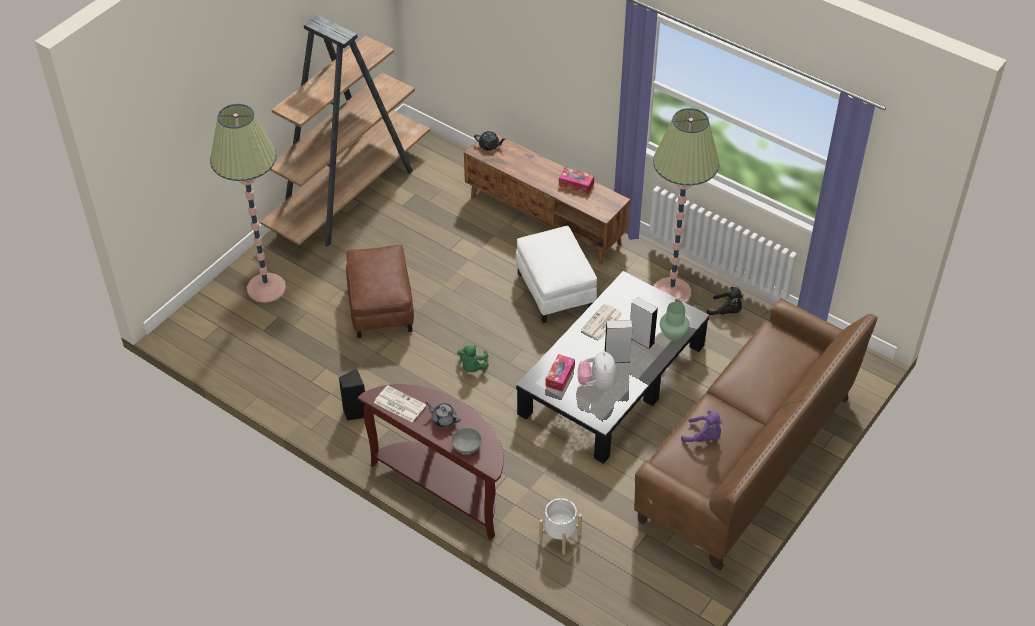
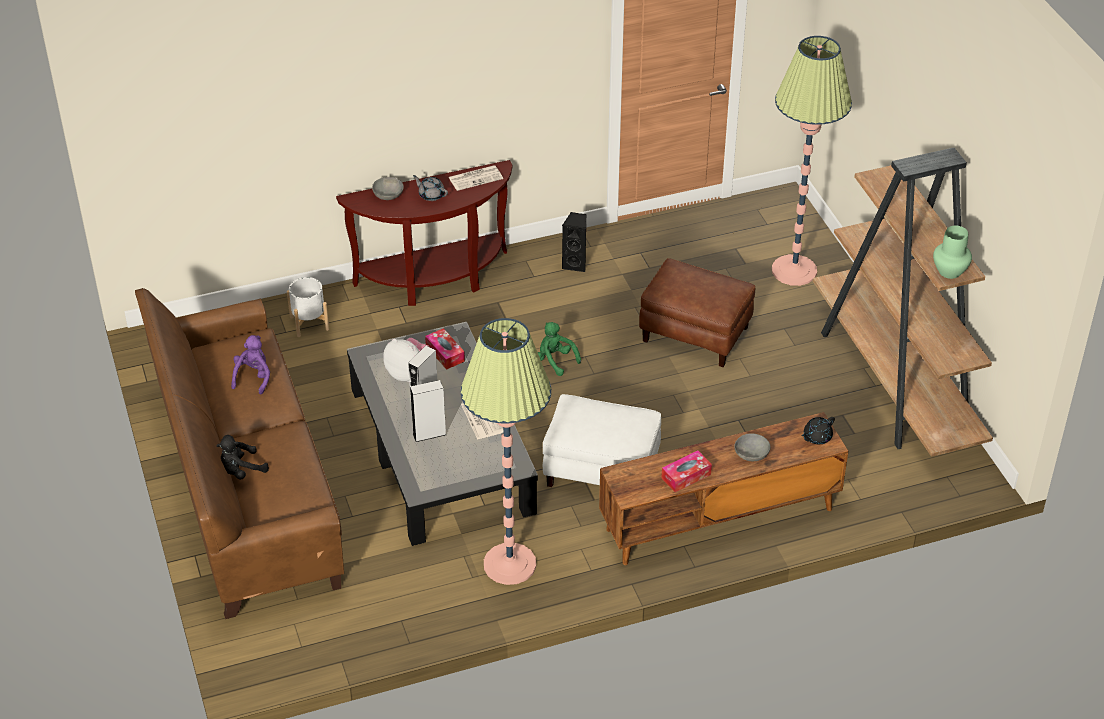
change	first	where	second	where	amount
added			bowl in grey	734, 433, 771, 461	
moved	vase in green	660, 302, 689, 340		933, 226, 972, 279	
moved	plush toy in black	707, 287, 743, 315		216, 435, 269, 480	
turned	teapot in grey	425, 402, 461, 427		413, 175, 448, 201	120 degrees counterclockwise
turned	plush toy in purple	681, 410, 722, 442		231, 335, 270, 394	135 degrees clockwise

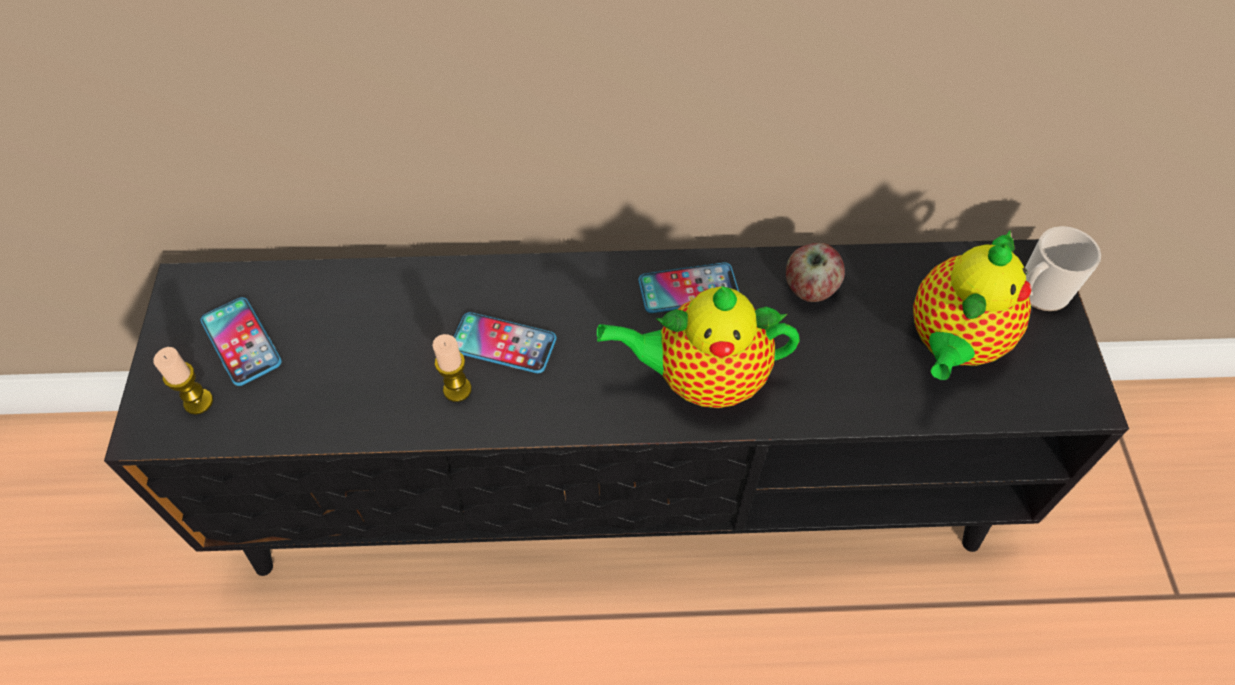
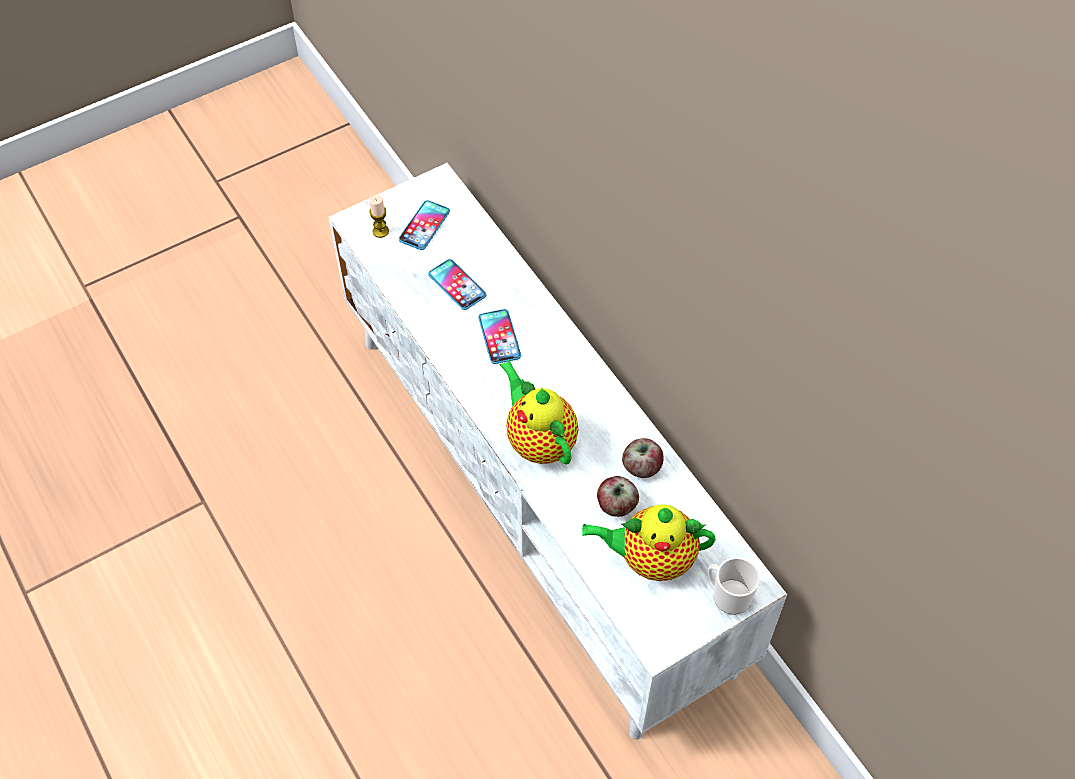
change	first	where	second	where	amount
removed	candle	432, 334, 472, 402			
added			apple	597, 476, 639, 517	
moved	phone	638, 262, 739, 313		428, 259, 486, 310	
recoloured	tv stand in black	104, 239, 1129, 576	tv stand in white	329, 163, 787, 740	

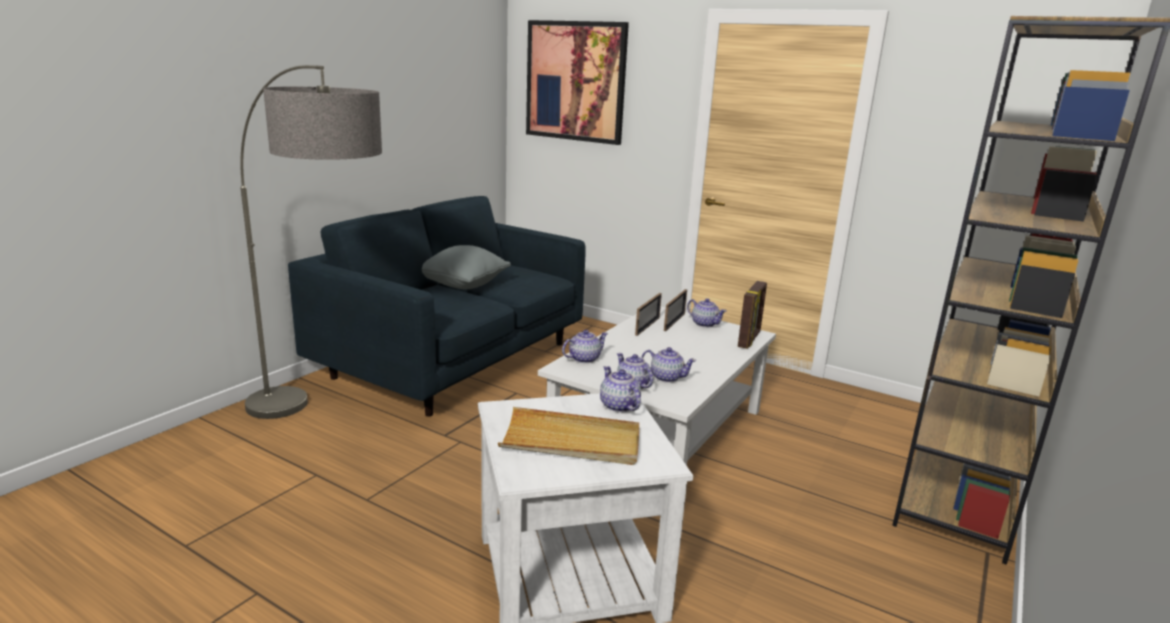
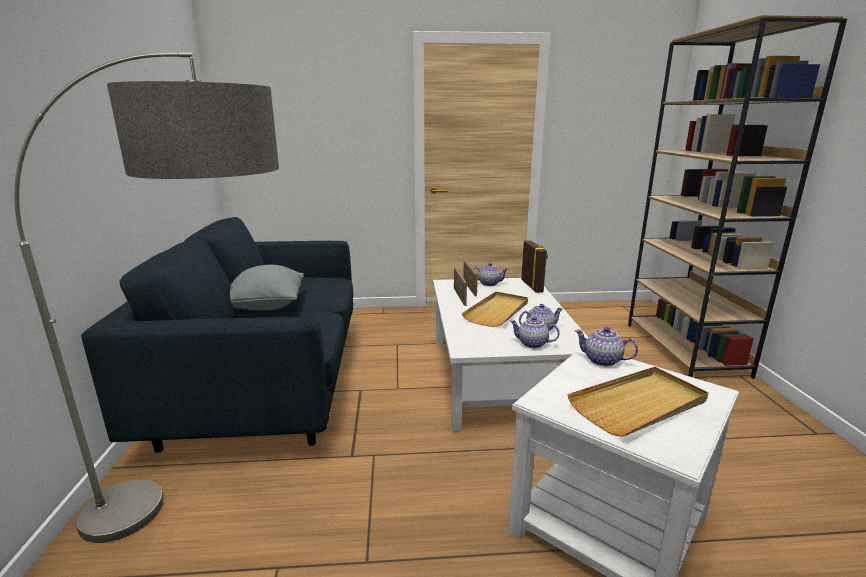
change	first	where	second	where	amount
removed	picture	526, 20, 629, 145			
removed	teapot	562, 330, 608, 363			
added			tray in beige	462, 292, 528, 327	

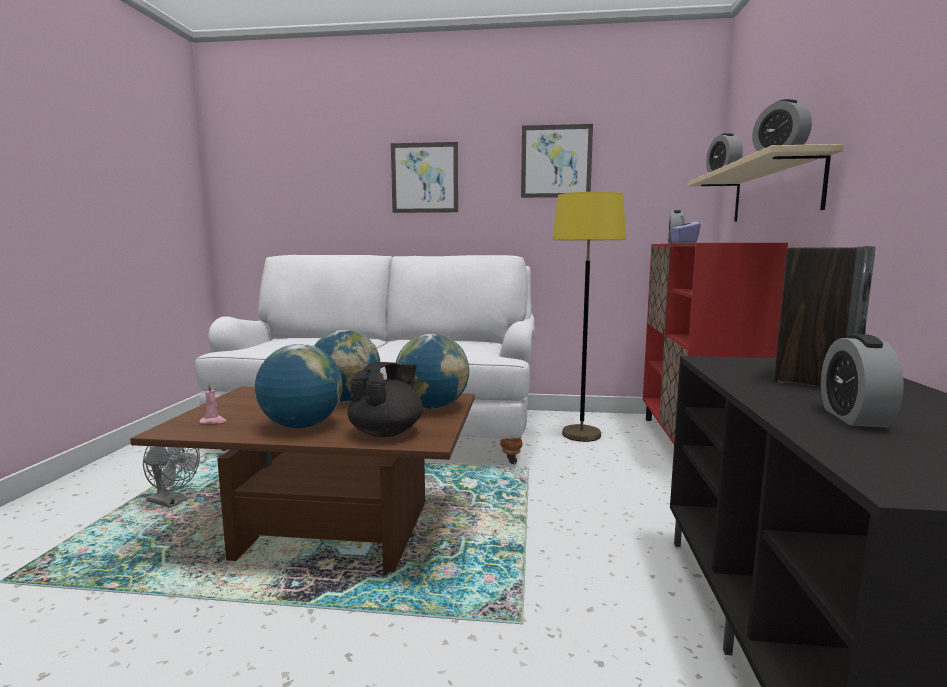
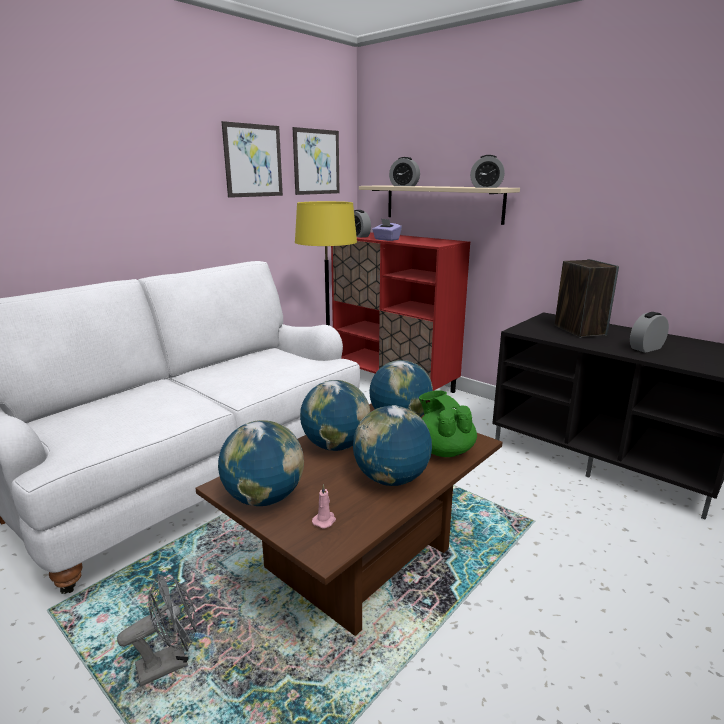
change	first	where	second	where	amount
added			globe	218, 420, 304, 506	
moved	picture	391, 142, 458, 213		292, 127, 340, 195	
recoloured	teapot in black	348, 362, 423, 437	teapot in green	419, 390, 477, 457	
turned	alarm clock	821, 334, 904, 428		630, 312, 669, 353	105 degrees clockwise

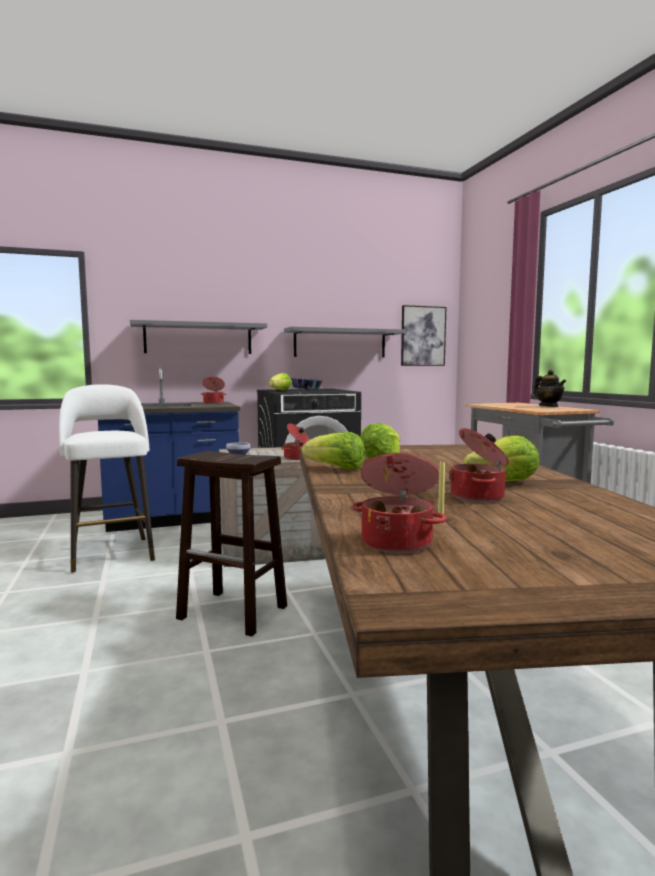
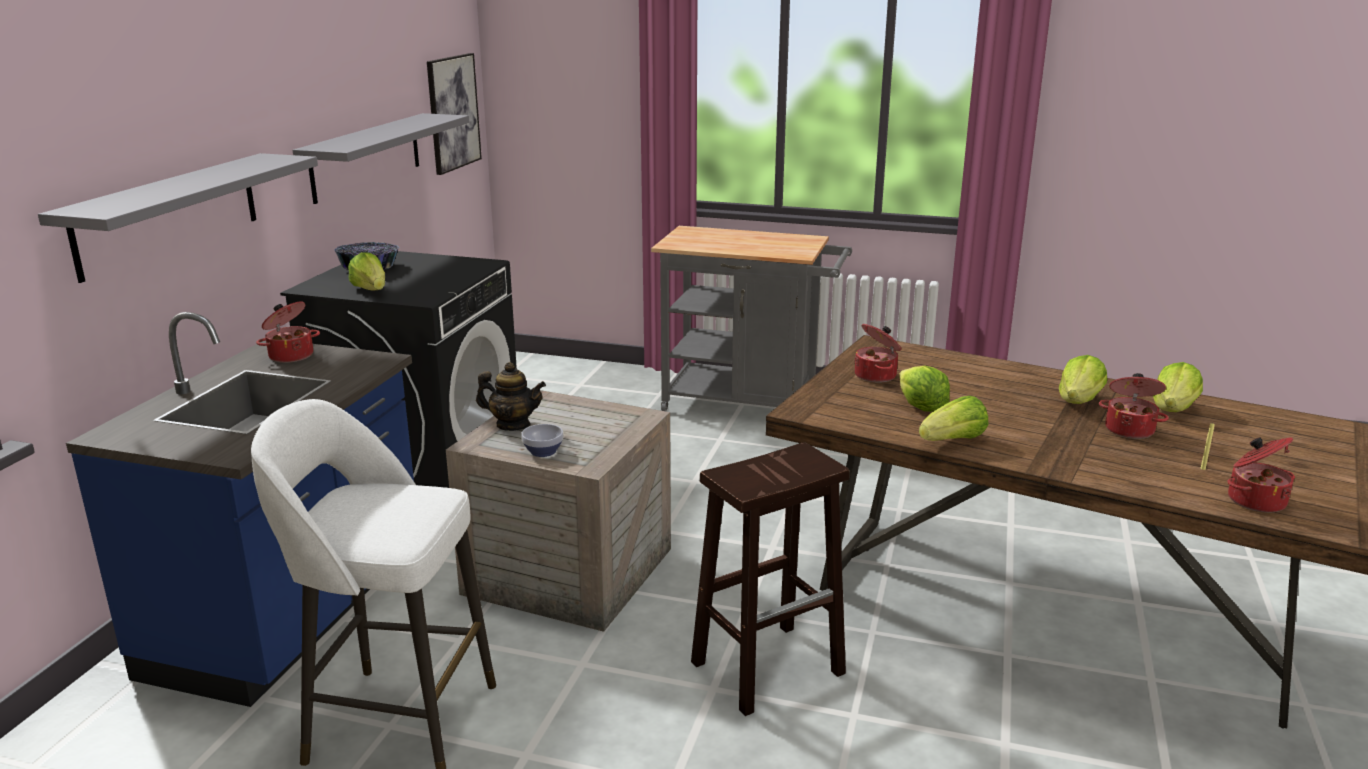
change	first	where	second	where	amount
added			lettuce	1153, 362, 1203, 412	
moved	cooking pot	281, 424, 310, 460		854, 324, 901, 383	
moved	teapot	534, 370, 566, 407		476, 362, 546, 431	

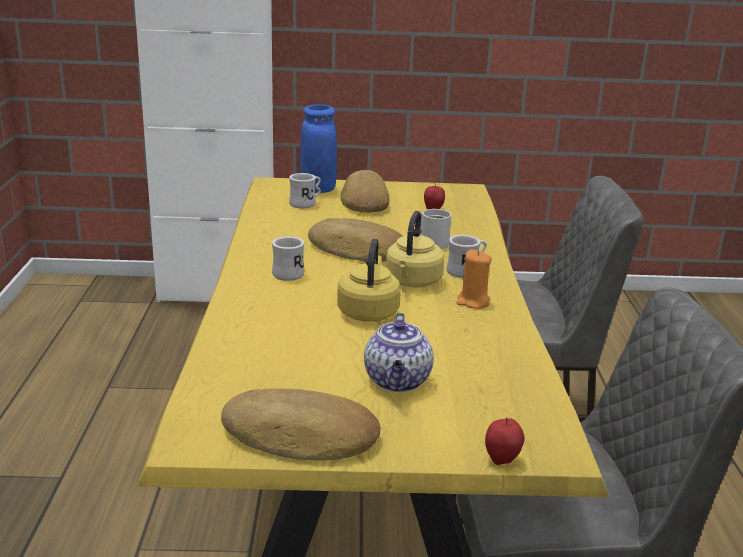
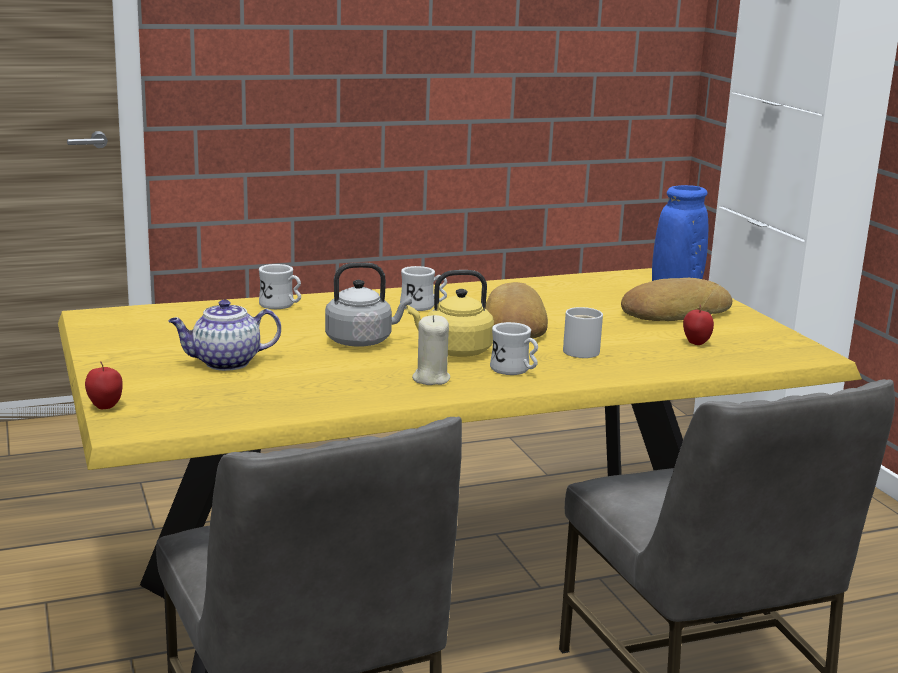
change	first	where	second	where	amount
removed	bread	221, 388, 381, 460			
moved	mug in white	289, 173, 321, 208		259, 264, 301, 309	
recoloured	kettle in yellow	337, 238, 401, 322	kettle in grey	325, 262, 412, 347	
recoloured	candle in orange	456, 249, 492, 309	candle in beige	412, 315, 450, 385	

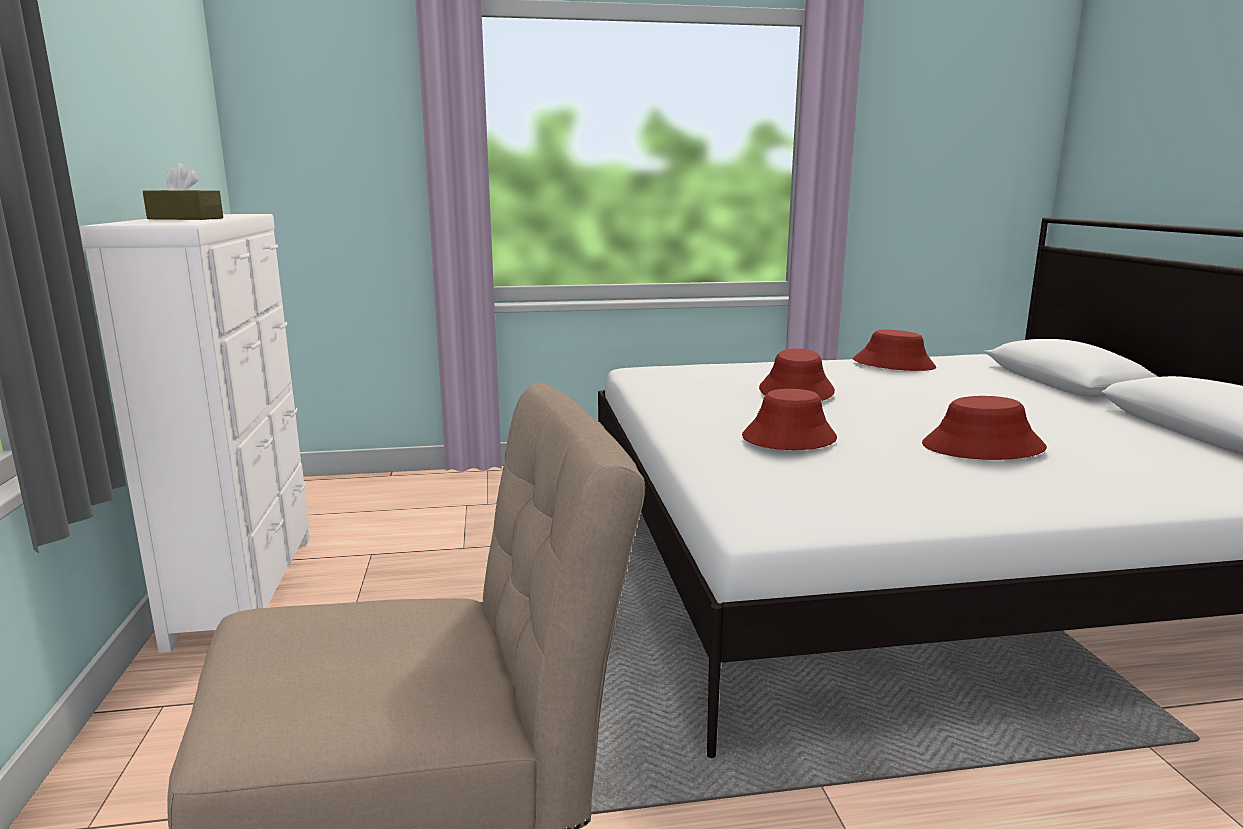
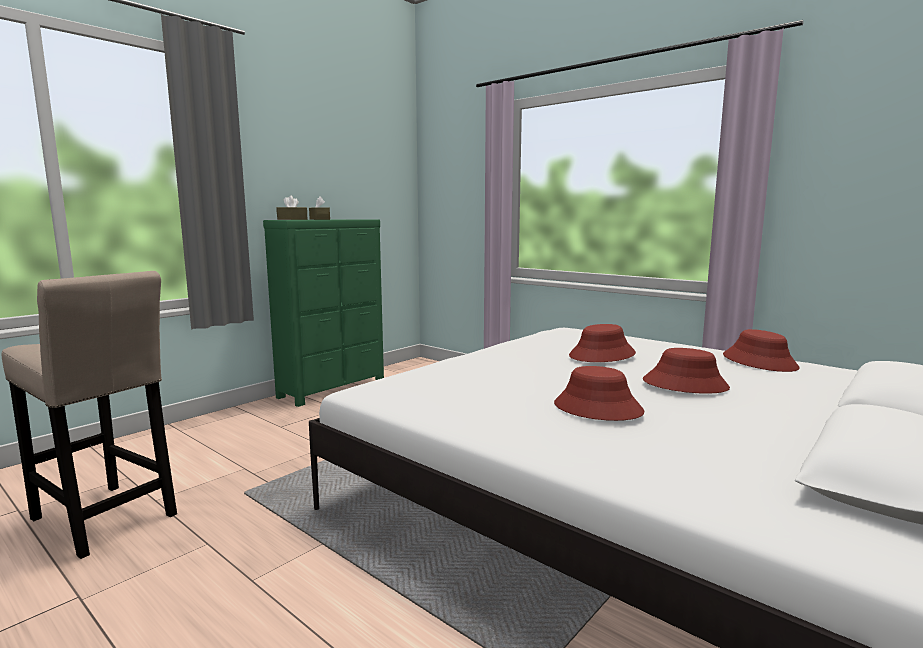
change	first	where	second	where	amount
added			tissue box in brown	277, 196, 307, 220	
moved	hat in red	742, 389, 837, 450		643, 348, 730, 394	
recoloured	dresser in white	80, 214, 310, 653	dresser in green	263, 219, 384, 407	

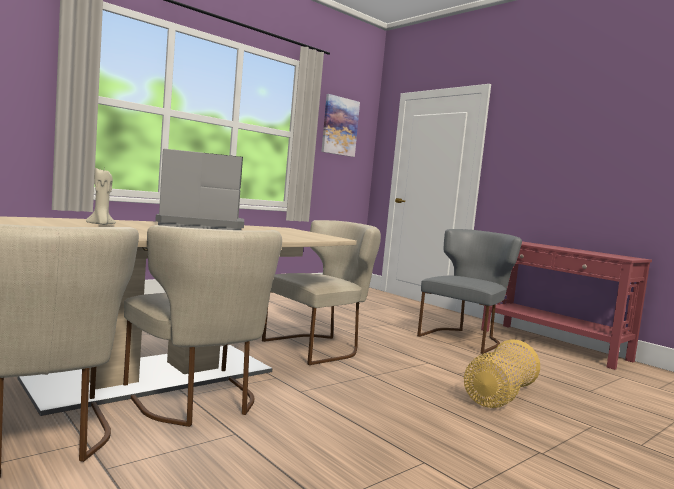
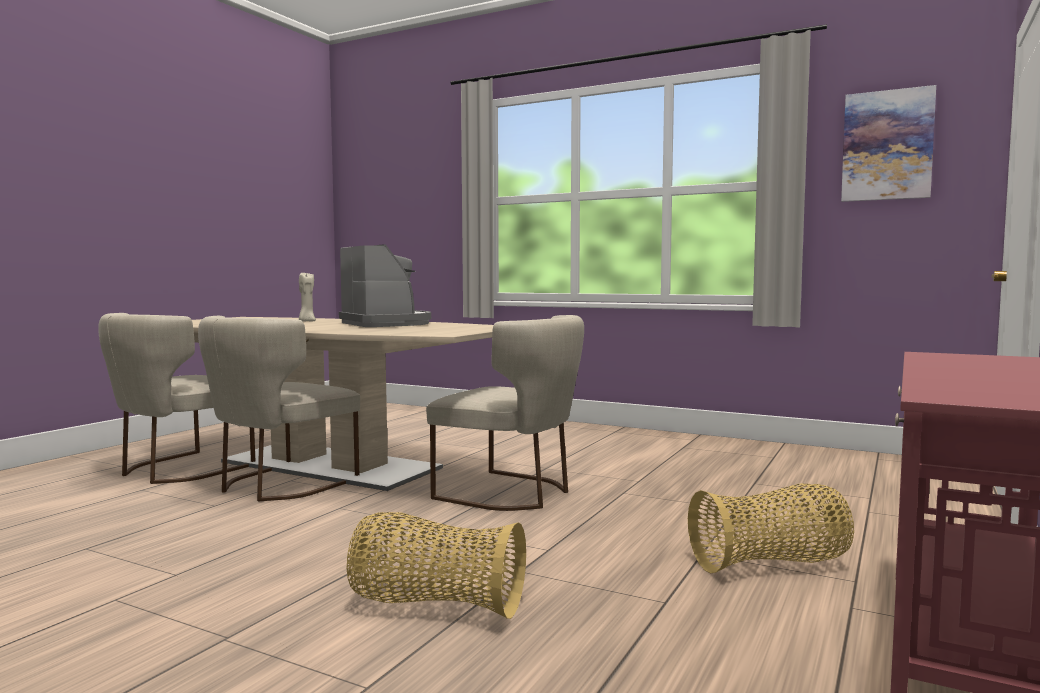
change	first	where	second	where	amount
replaced	chair in grey	417, 229, 522, 354	basket	688, 483, 854, 573	

